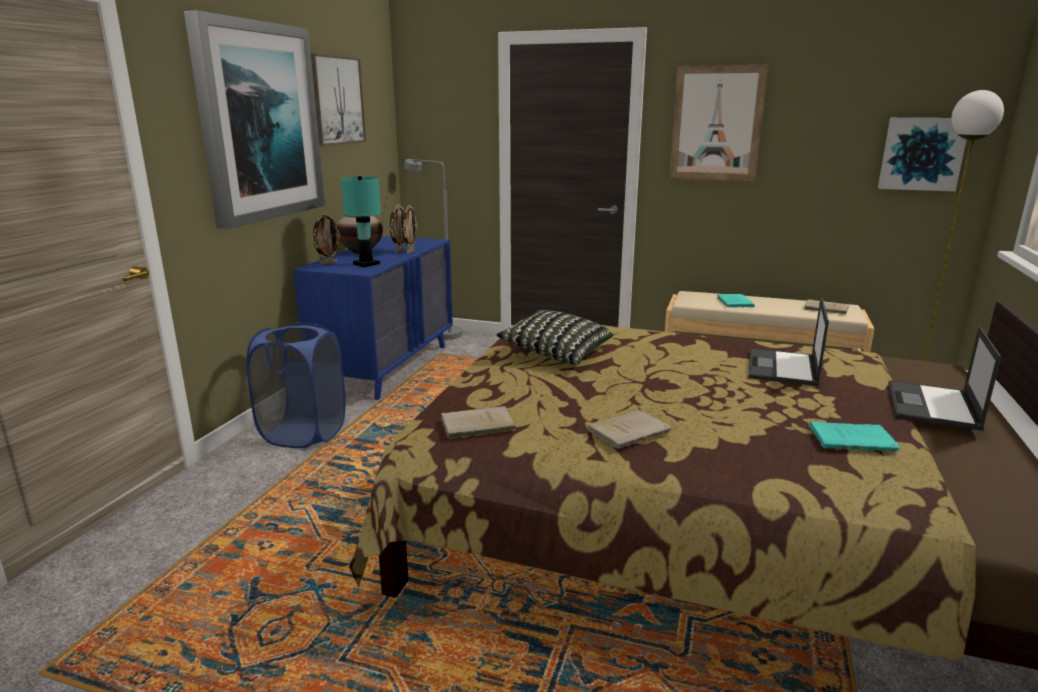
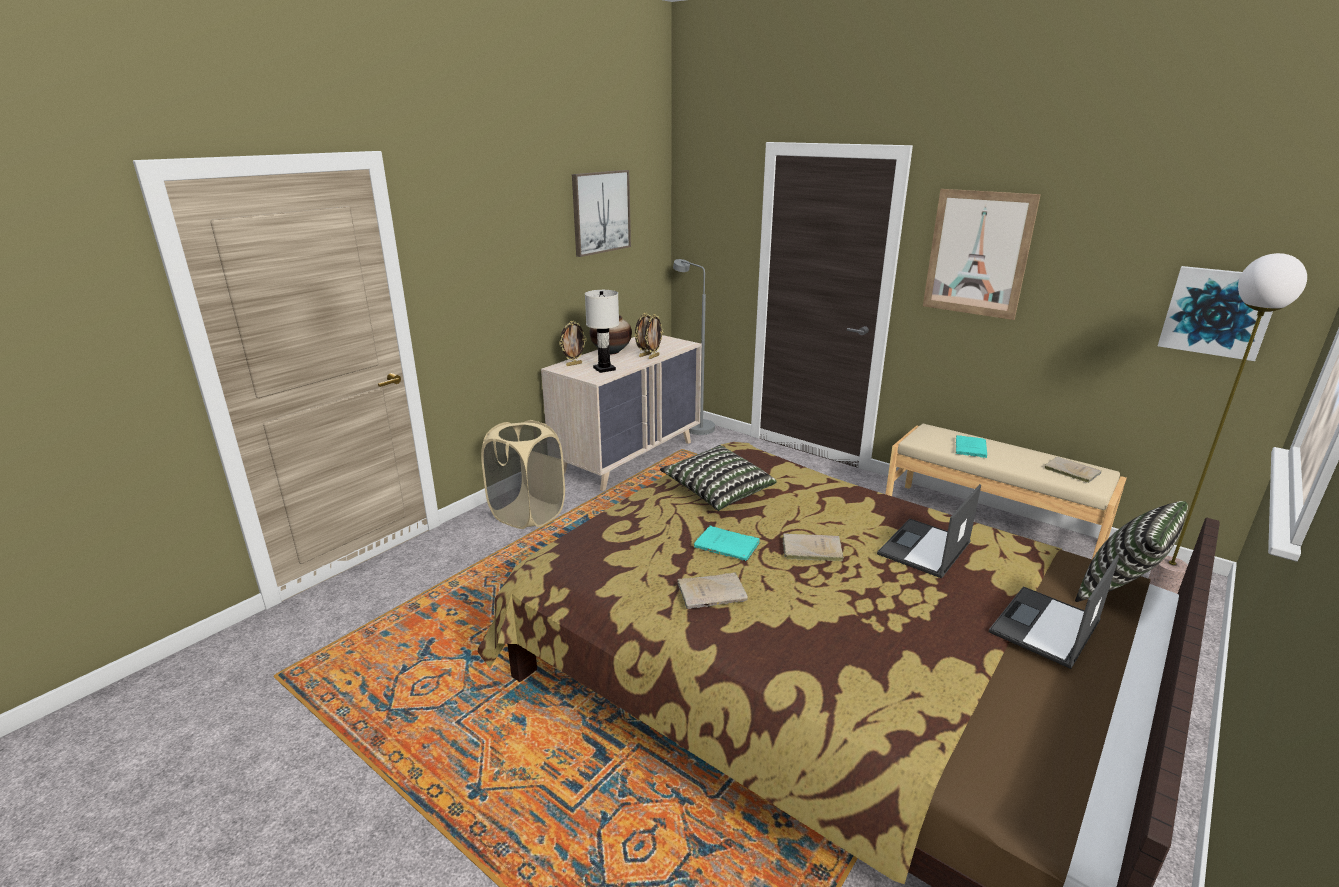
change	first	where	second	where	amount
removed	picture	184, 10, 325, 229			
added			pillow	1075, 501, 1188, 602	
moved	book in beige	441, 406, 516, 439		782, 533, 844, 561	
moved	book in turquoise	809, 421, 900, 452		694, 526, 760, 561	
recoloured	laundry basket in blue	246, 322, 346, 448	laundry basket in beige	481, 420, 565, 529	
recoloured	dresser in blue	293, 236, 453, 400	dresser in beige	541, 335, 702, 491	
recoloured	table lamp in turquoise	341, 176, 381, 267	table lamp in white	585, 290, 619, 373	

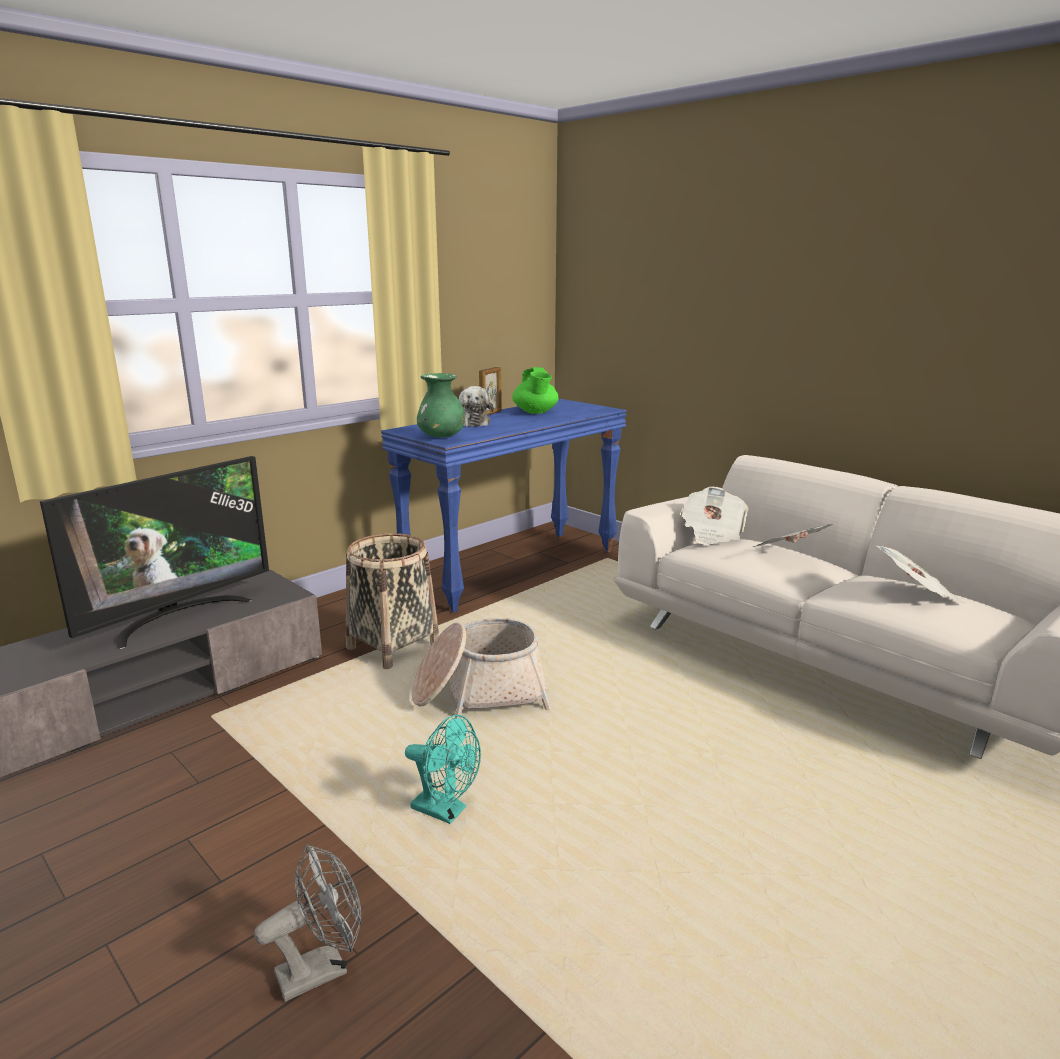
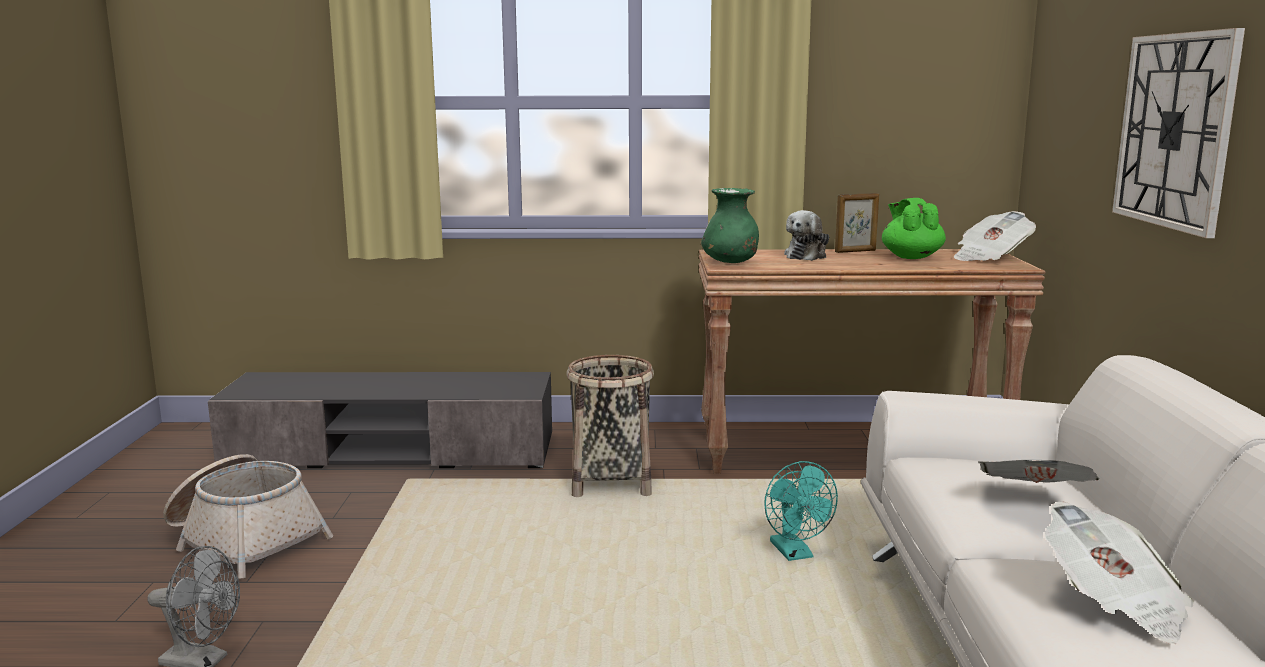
change	first	where	second	where	amount
removed	television	40, 456, 269, 649			
added			wall clock	1112, 28, 1245, 238	
moved	fan in turquoise	405, 715, 481, 824		765, 461, 838, 561	
moved	basket	412, 618, 551, 719		163, 454, 333, 579	
moved	newspaper	681, 487, 749, 545		953, 211, 1036, 261	
recoloured	console table in blue	381, 399, 627, 613	console table in brown	699, 249, 1045, 474	
turned	teapot in green	512, 367, 559, 414		882, 198, 946, 259	135 degrees clockwise

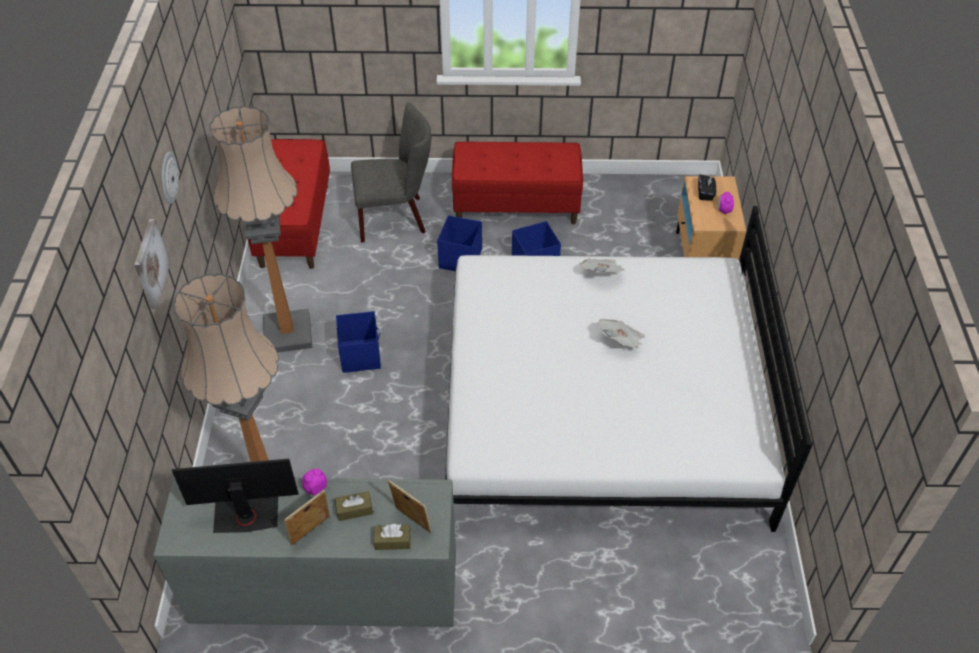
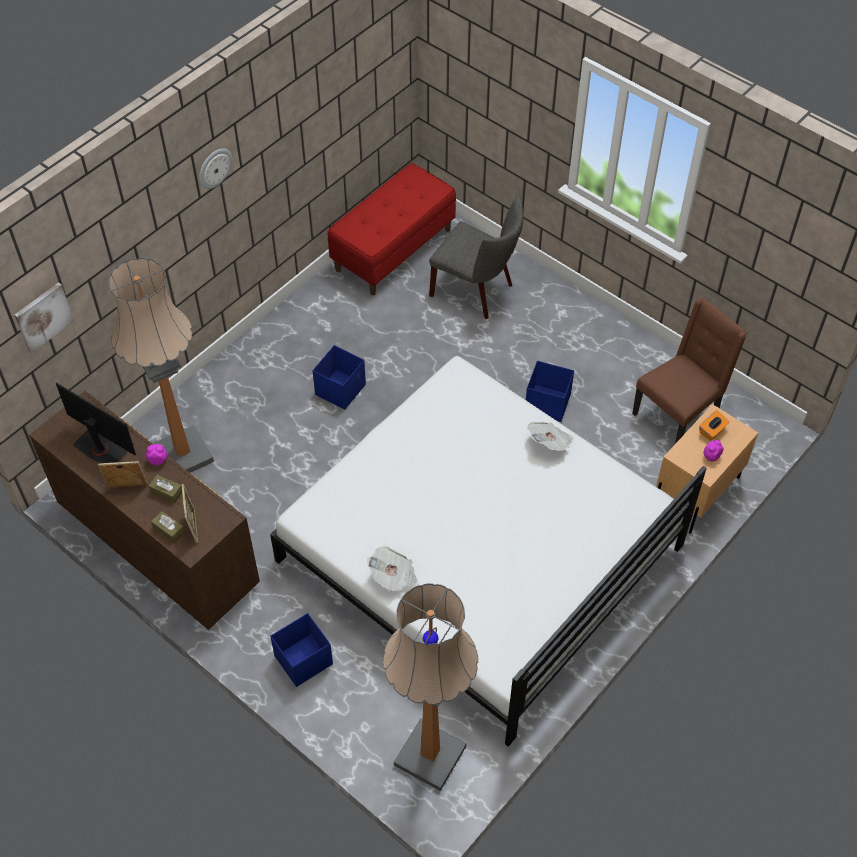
change	first	where	second	where	amount
removed	bench in red	452, 142, 583, 224			
added			chair in brown	632, 298, 747, 444	
moved	picture	134, 219, 170, 309		15, 282, 74, 353	
moved	floor lamp	209, 105, 312, 353		383, 583, 478, 791	
moved	storage box in blue	437, 215, 482, 271		270, 613, 333, 687	
moved	newspaper	598, 319, 645, 348		367, 546, 419, 592	
recoloured	dresser in grey	154, 477, 456, 627	dresser in brown	29, 391, 260, 630	
recoloured	tissue box in black	698, 174, 716, 201	tissue box in orange	699, 410, 729, 441	

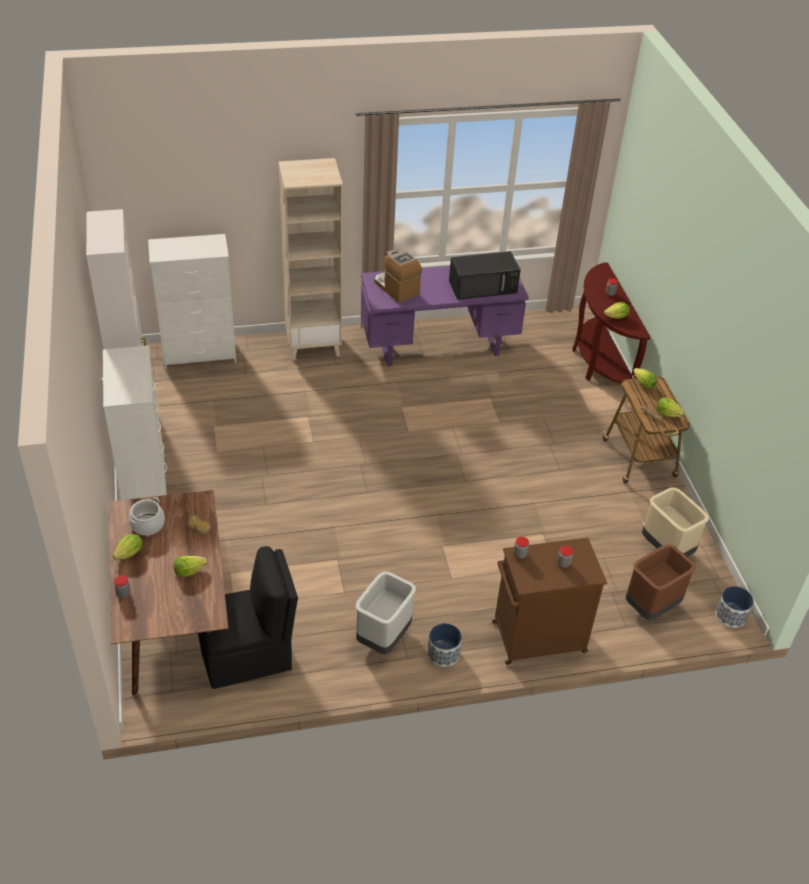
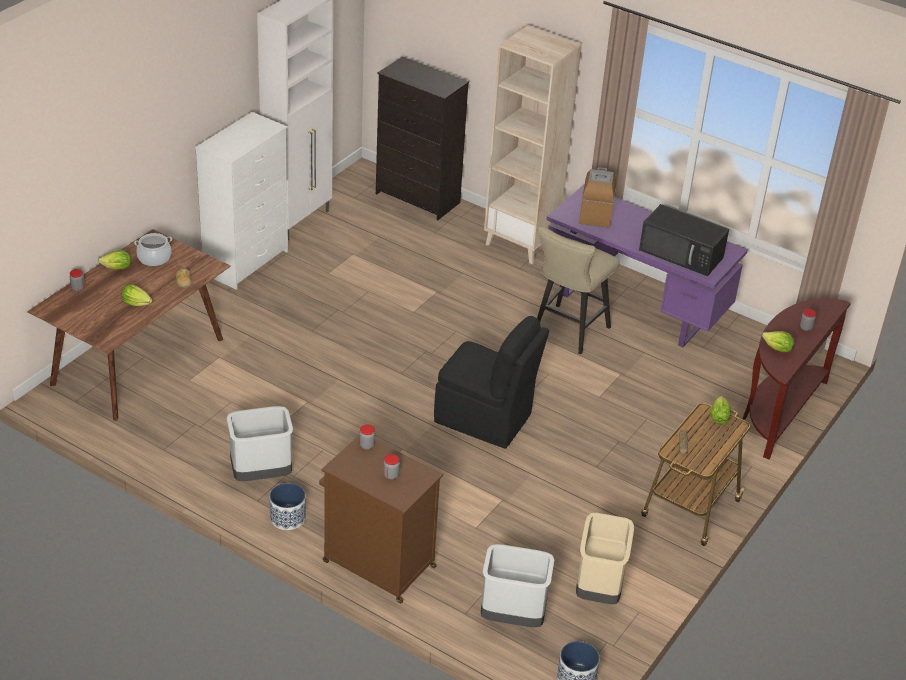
change	first	where	second	where	amount
removed	lettuce	657, 397, 685, 417			
added			stool in beige	537, 226, 620, 354	
moved	chair in black	198, 546, 298, 689		434, 316, 549, 449	
recoloured	dresser in white	148, 234, 236, 369	dresser in black	376, 56, 469, 220	
recoloured	trash can in brown	626, 544, 696, 620	trash can in grey	481, 544, 554, 627	

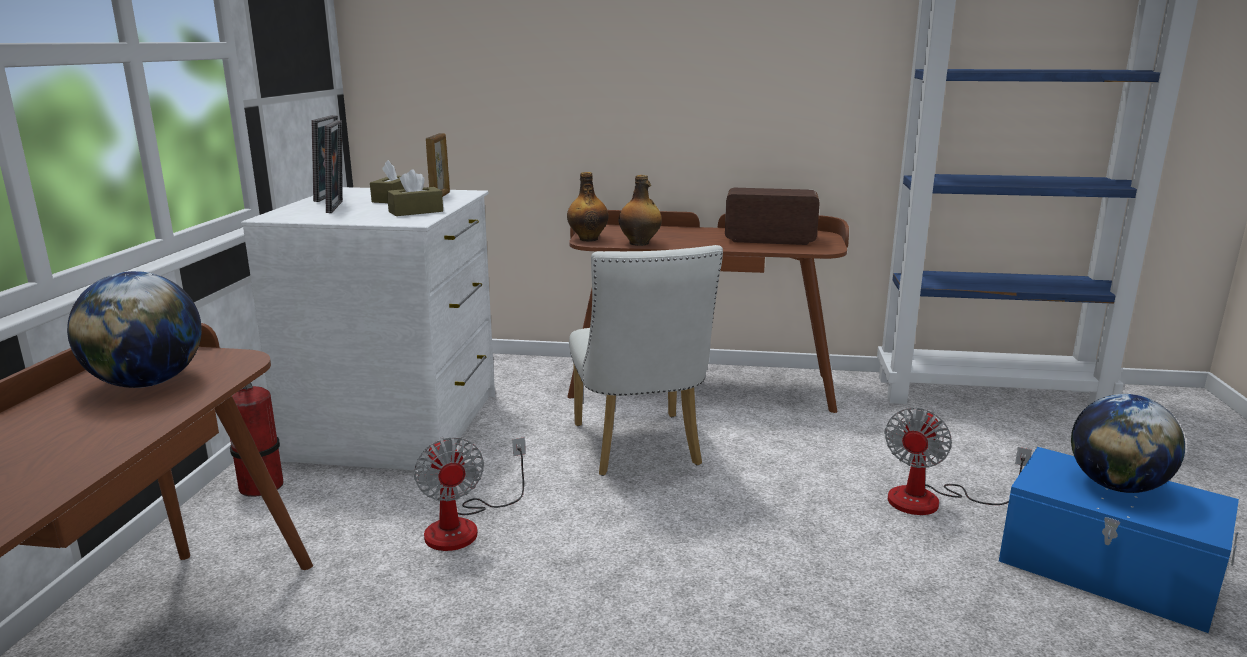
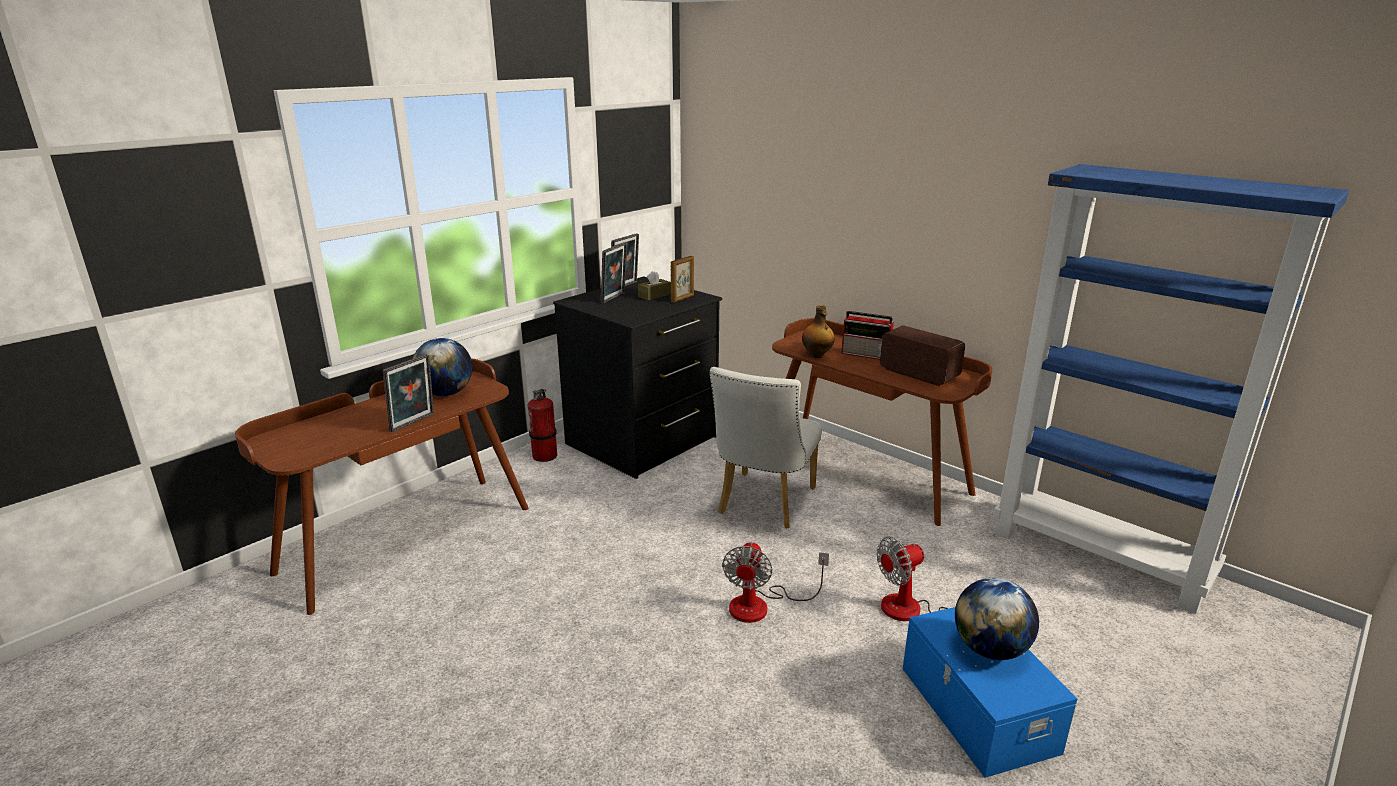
change	first	where	second	where	amount
removed	tissue box in brown	387, 170, 443, 216			
removed	bottle	567, 172, 609, 242			
added			picture frame	383, 354, 434, 432	
added			radio	841, 311, 894, 360	
moved	fan	414, 437, 525, 551		722, 541, 829, 623	
recoloured	dresser in white	241, 187, 495, 471	dresser in black	553, 276, 722, 479	

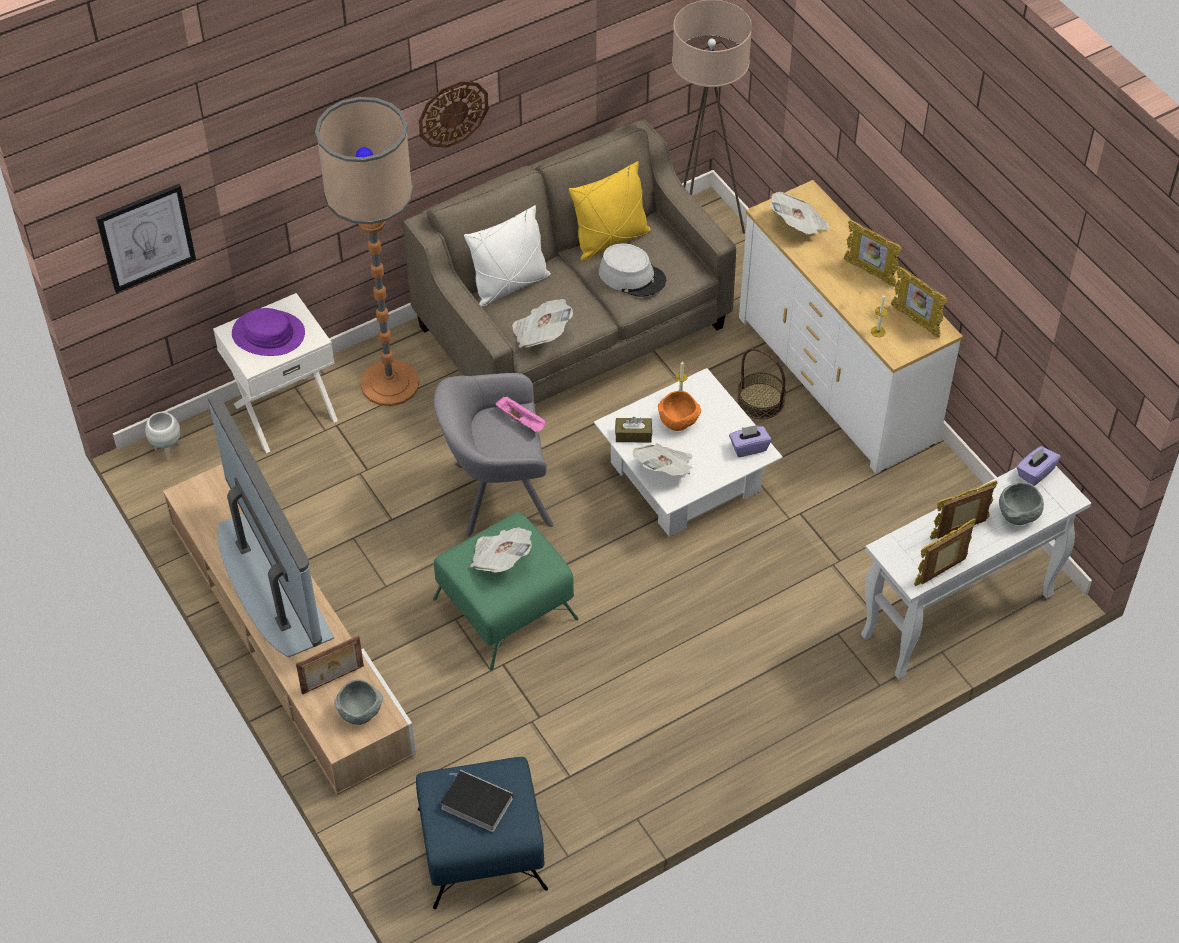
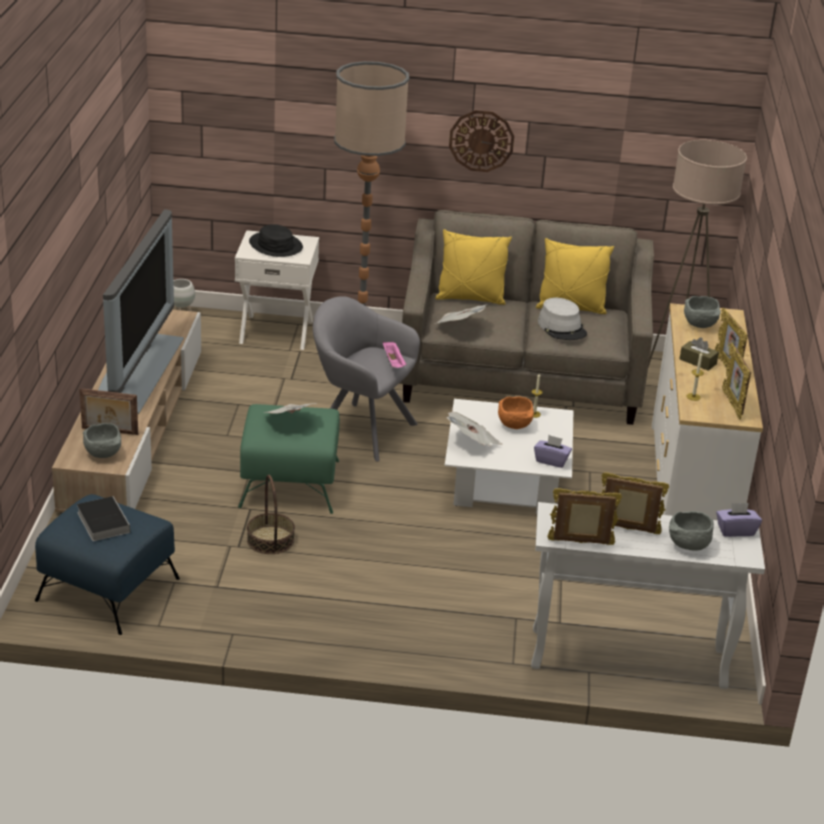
change	first	where	second	where	amount
removed	picture	96, 184, 196, 293			
moved	tissue box in brown	615, 417, 652, 442		679, 337, 719, 371	
moved	basket	737, 348, 786, 419		247, 475, 295, 554	
replaced	newspaper	769, 192, 830, 235	bowl in grey	684, 296, 721, 328	
recoloured	hat in purple	232, 308, 305, 356	hat in black	249, 224, 303, 257	
recoloured	pillow in white	464, 205, 551, 307	pillow in yellow	435, 229, 512, 305	

